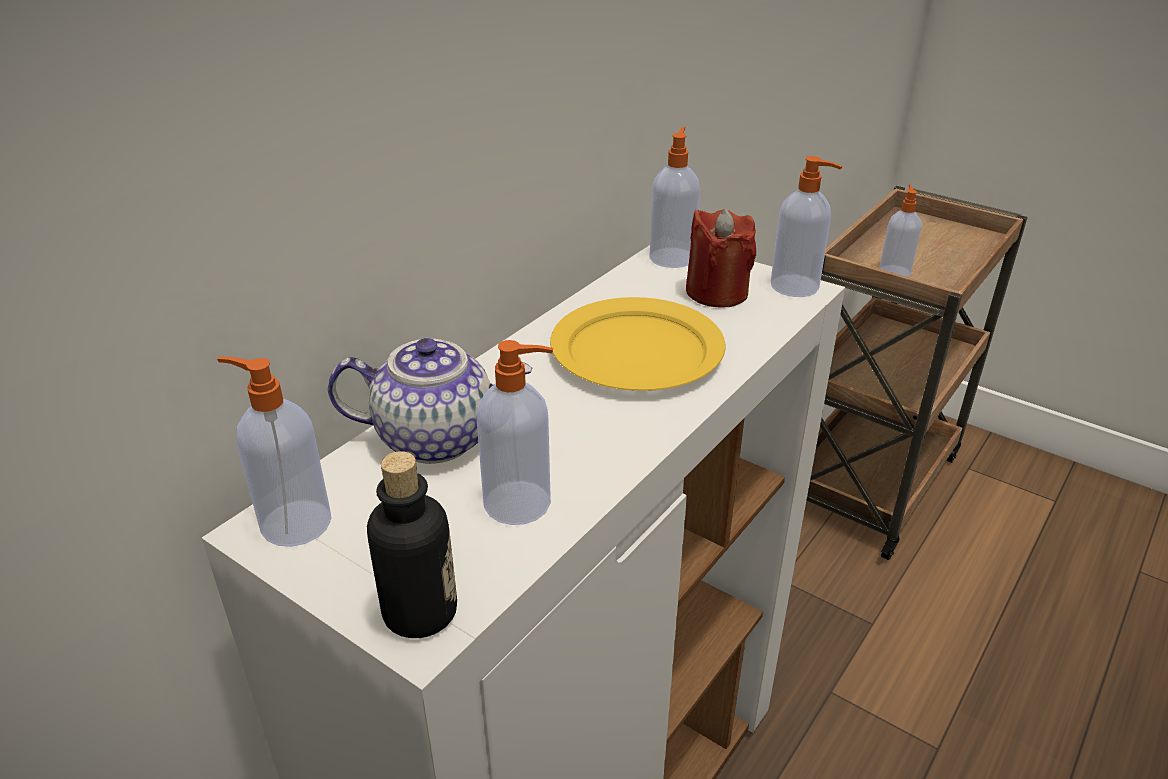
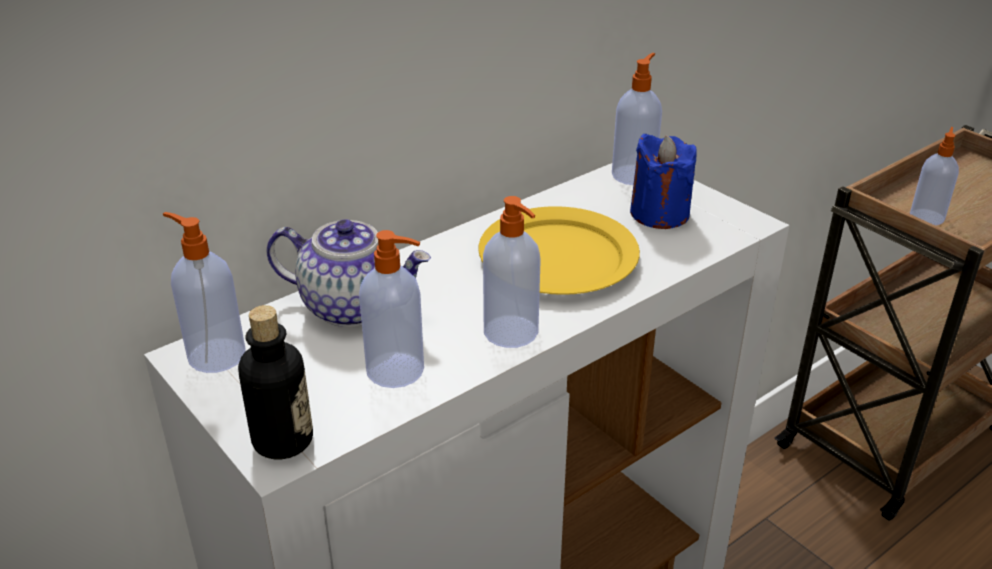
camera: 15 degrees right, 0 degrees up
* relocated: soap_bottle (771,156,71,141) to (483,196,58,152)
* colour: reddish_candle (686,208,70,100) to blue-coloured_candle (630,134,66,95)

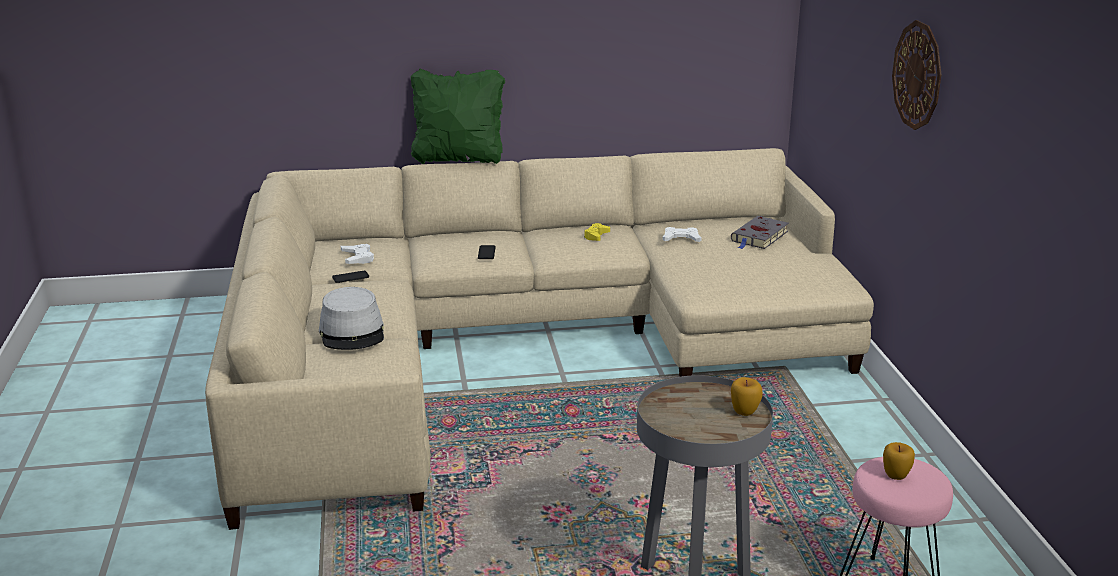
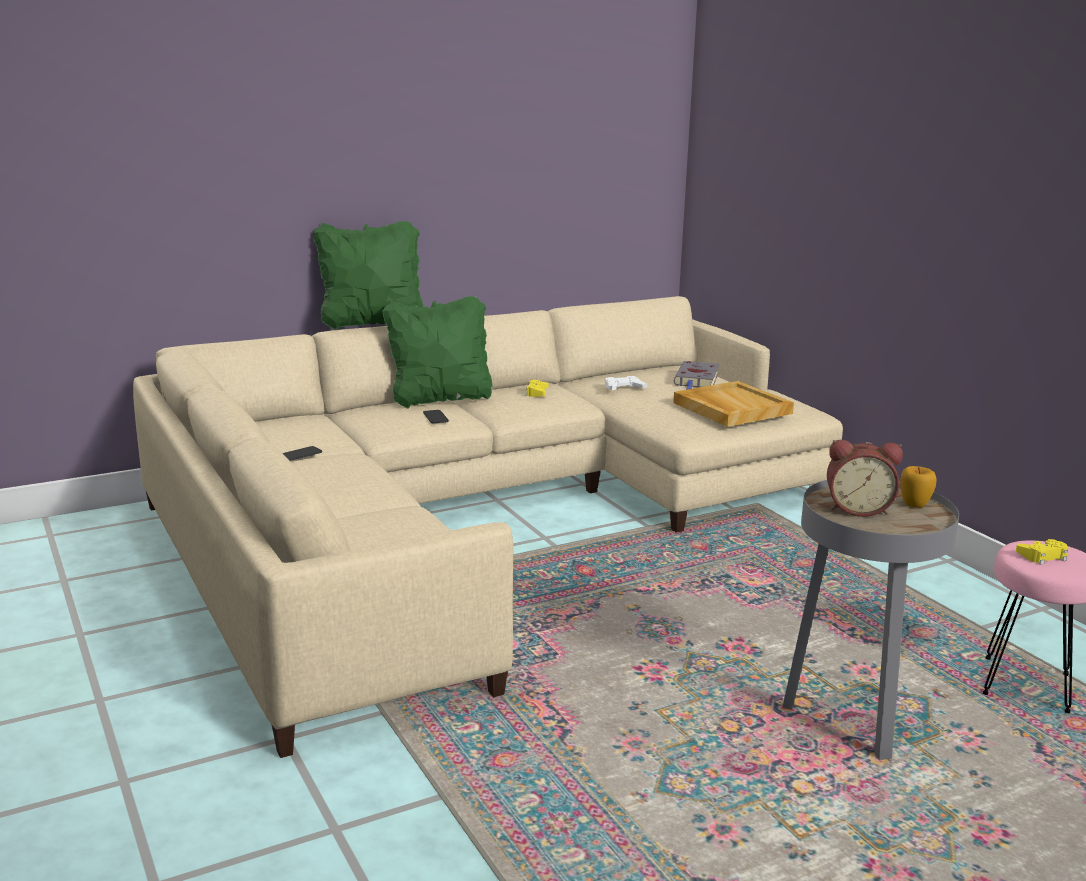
camera: 20 degrees left, 5 degrees down
* appeared: greenish_cushion (382,296,111,113)
* appeared: beige-coloured_tray (673,381,121,46)
* appeared: alarm_clock (827,440,76,77)
* exchanged: apple (883,442,32,38) to yellowish_joypad (1016,539,52,26)
* missing: grey_clothing_hat (319,287,65,63)
* missing: white_joypad (341,244,33,20)
* missing: hanging_clock (892,20,49,110)

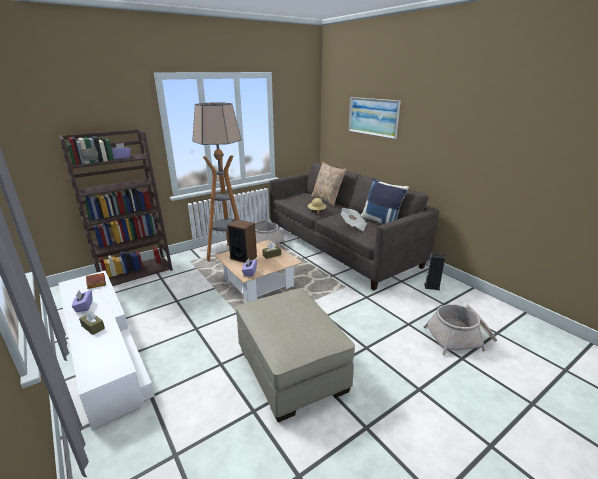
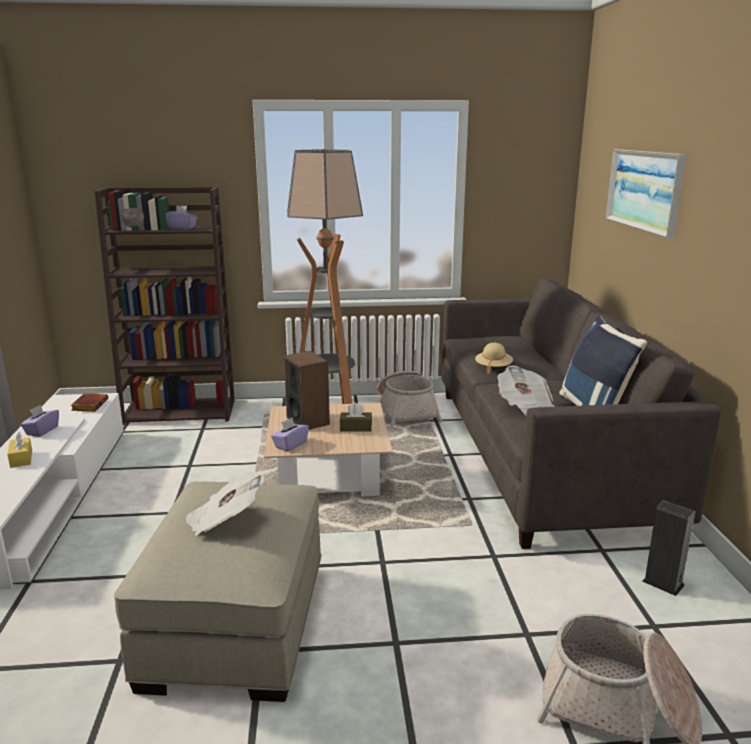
camera: 30 degrees right, 5 degrees down
* colour: brown_box_of_tissues (79,311,26,24) to yellowish_box_of_tissues (7,432,25,36)
* appeared: daily_paper (186,471,78,65)
* missing: beige-coloured_cushion (311,162,36,44)

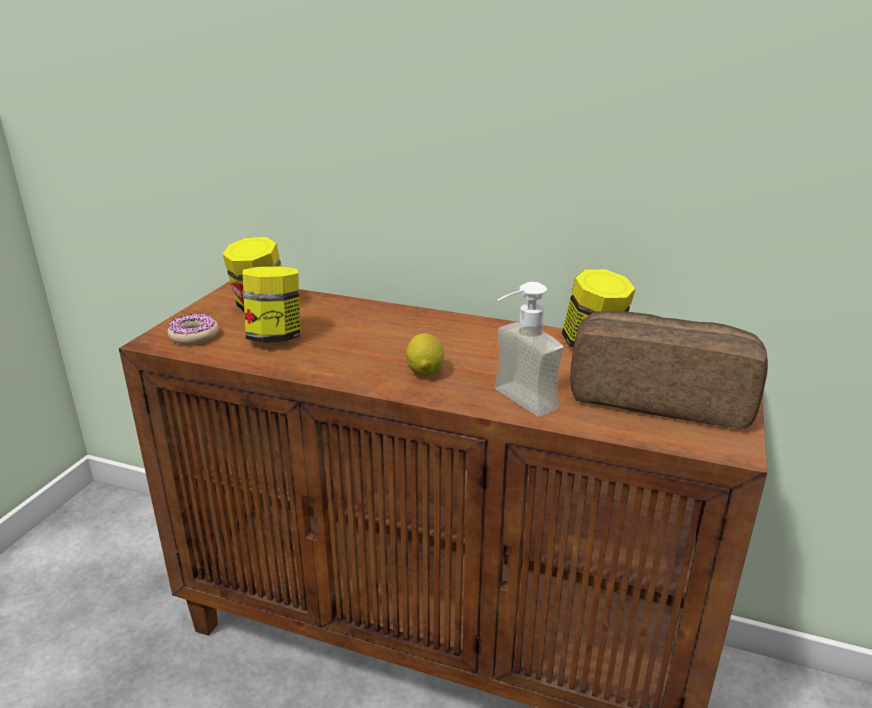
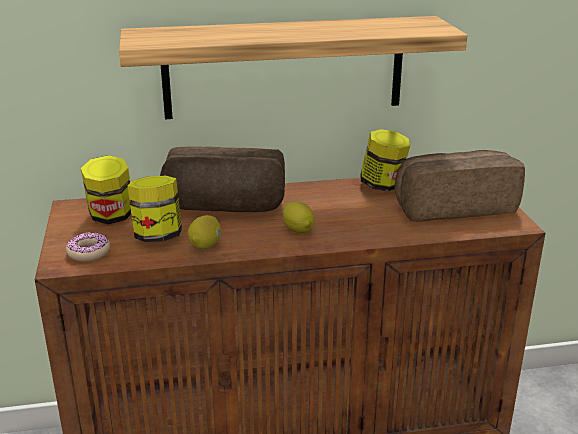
camera: 30 degrees left, 0 degrees up
* appeared: wall_shelf (119,16,348,103)
* appeared: bakery_bread (160,147,125,65)
* appeared: citrus_fruit (188,215,33,34)
* missing: soap_bottle (495,282,69,135)

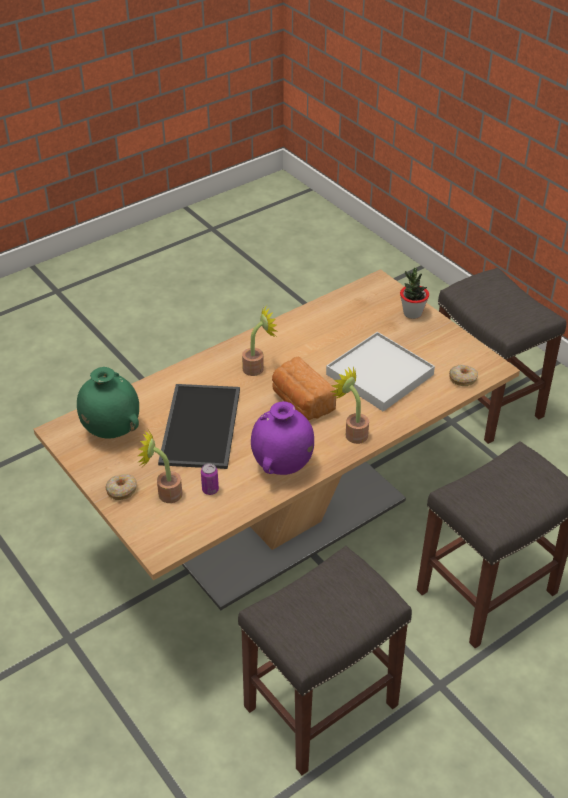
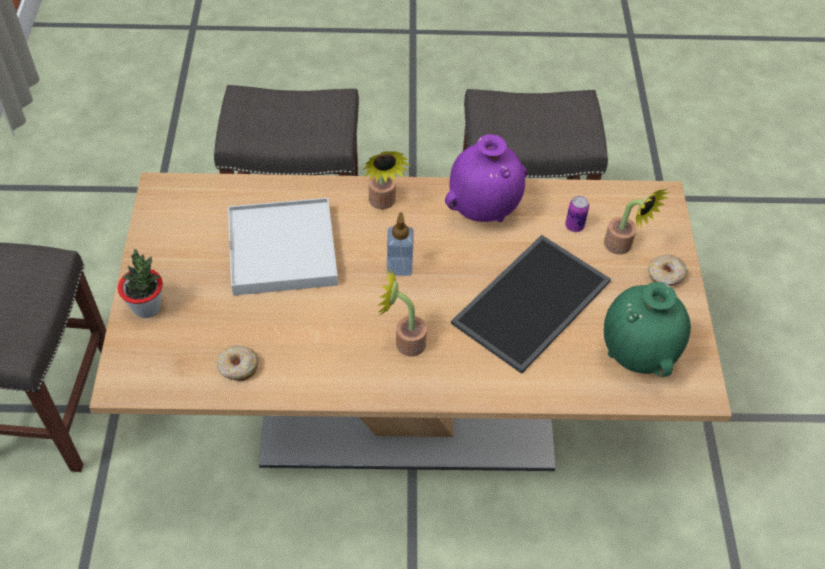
camera: 145 degrees left, 10 degrees up
* relocated: donut (449,365,29,21) to (217,345,42,36)
* exchanged: bakery_bread (272,357,64,63) to soap_bottle (387,212,27,64)

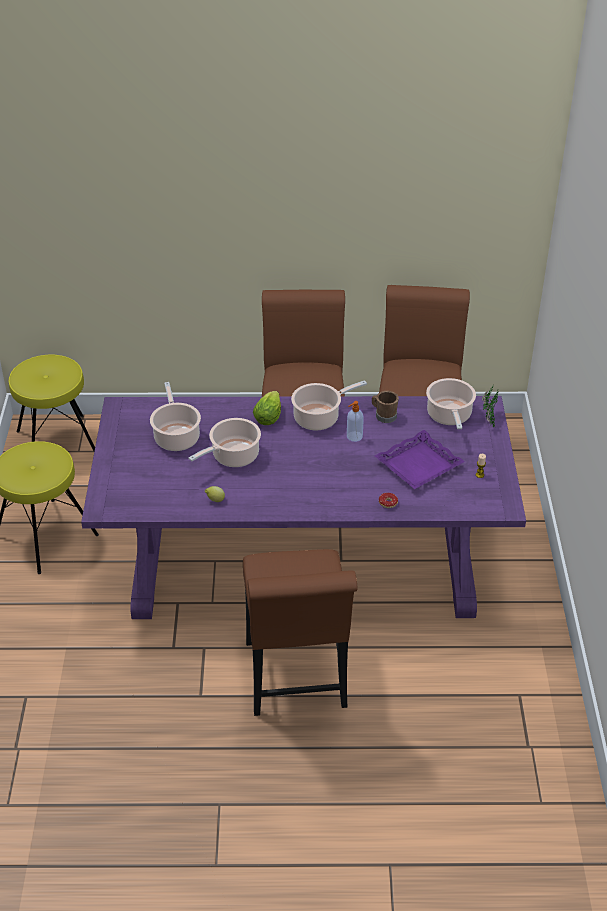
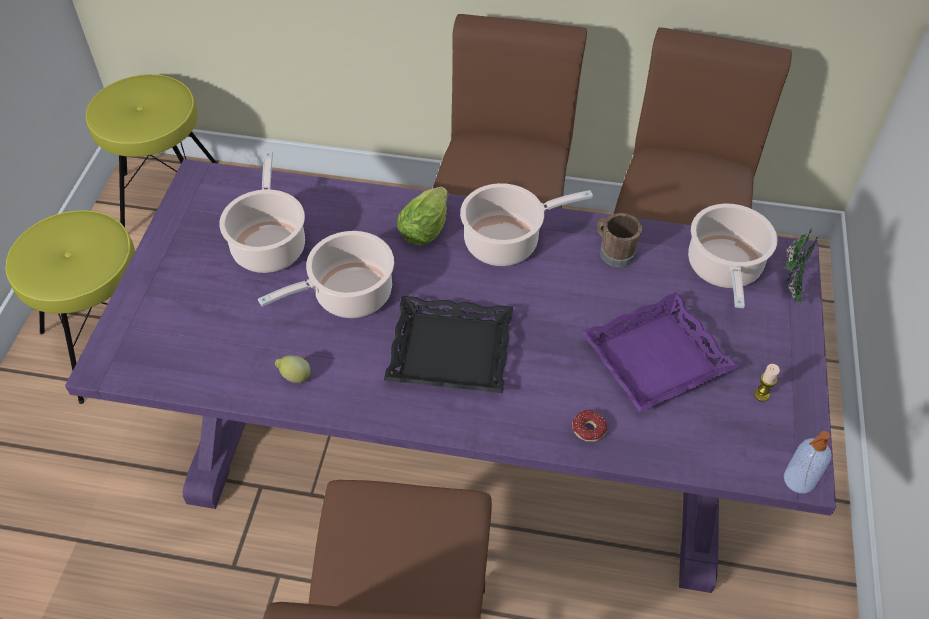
camera: 10 degrees right, 10 degrees up
* appeared: blackish_tray (384,296,129,97)
* relocated: soap_bottle (347,401,17,41) to (784,431,47,63)

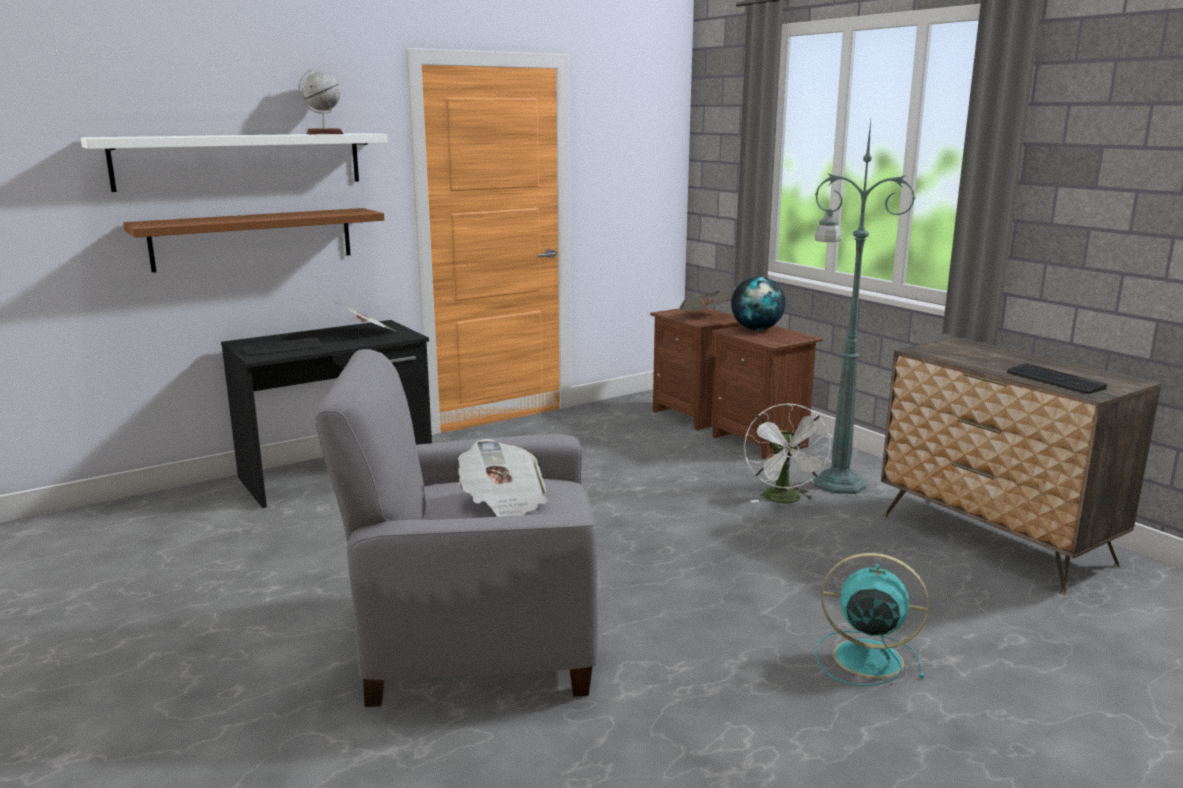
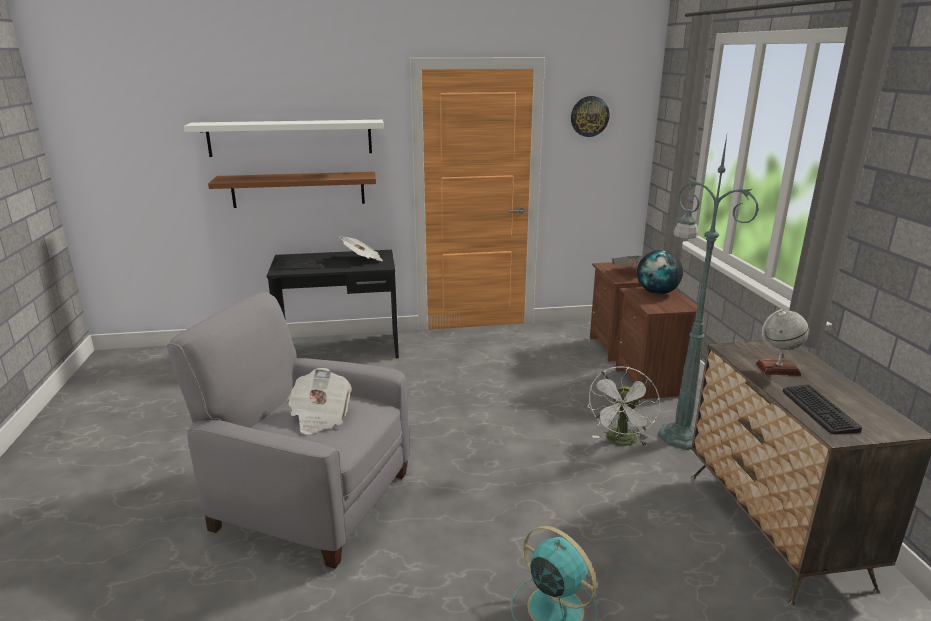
camera: 25 degrees right, 5 degrees up
* appeared: hanging_clock (571,96,39,41)
* relocated: globe (298,69,45,65) to (755,309,54,66)

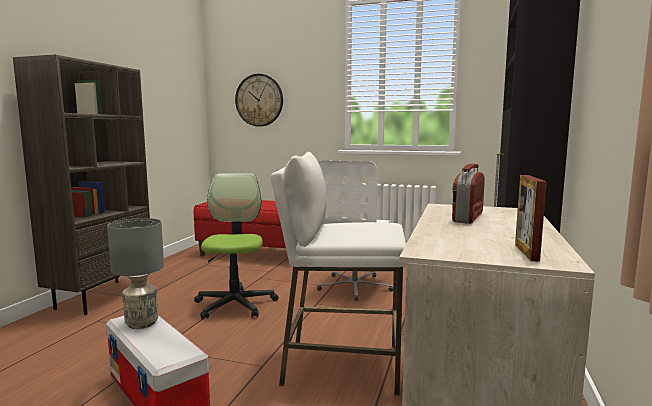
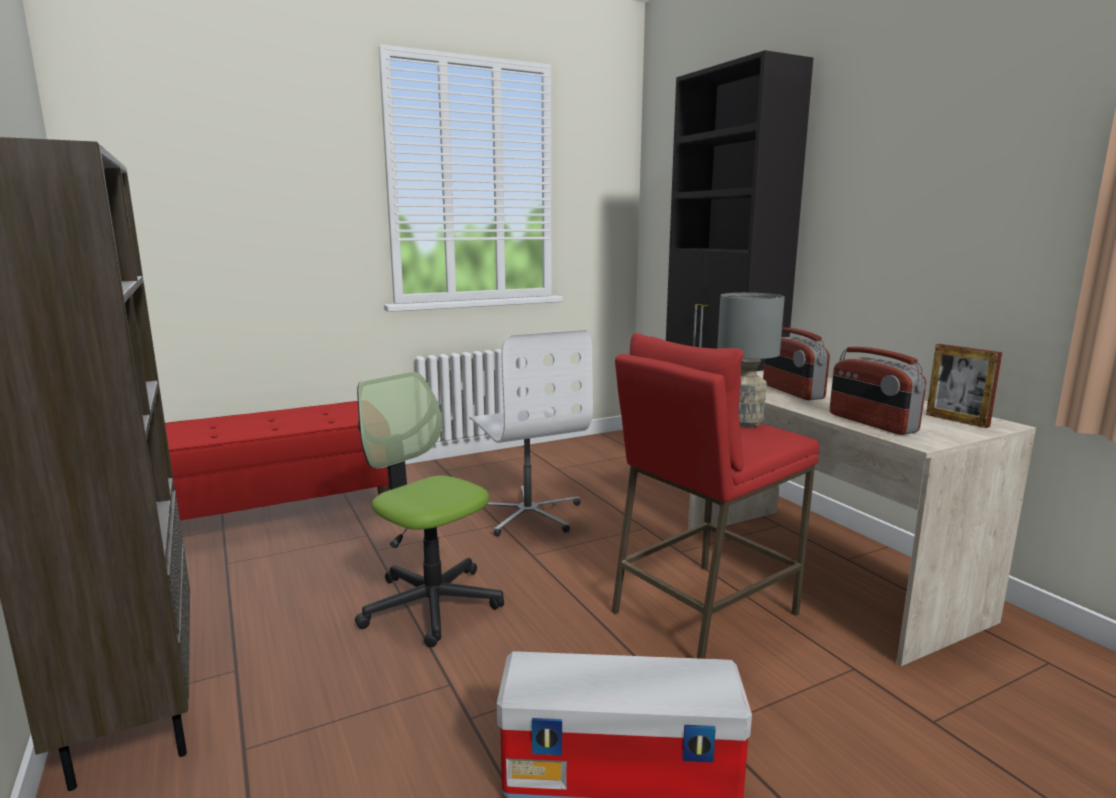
camera: 45 degrees left, 5 degrees up
* colour: white_sitting_stool (271,152,135,243) to reddish_sitting_stool (611,333,208,326)
* relocated: grey_lamp_for_a_table (107,218,57,111) to (717,293,68,134)
* appeared: radio (830,347,96,88)
* missing: hanging_clock (235,74,48,53)

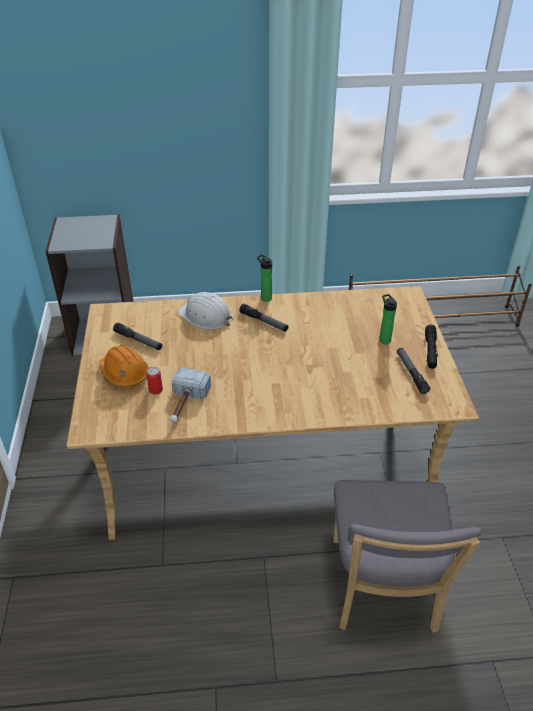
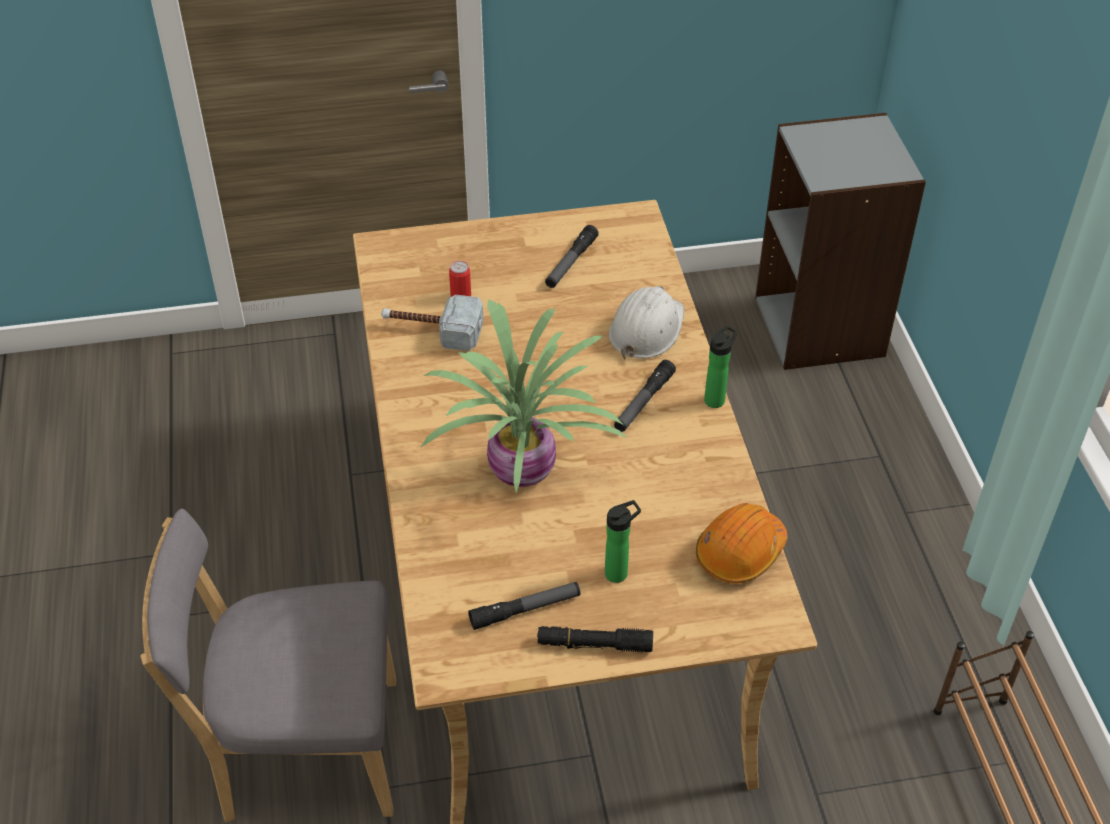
camera: 85 degrees right, 5 degrees up
* appeared: houseplant (420,299,207,194)
* relocated: orange-coloured_hard_hat (99,345,50,42) to (696,503,92,81)

